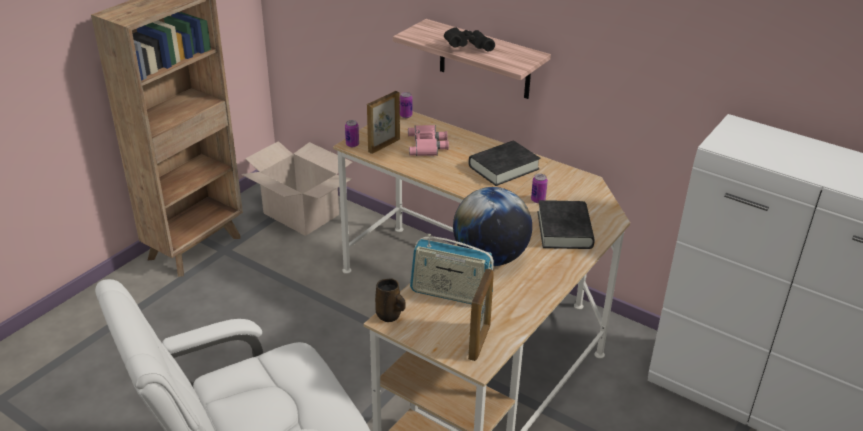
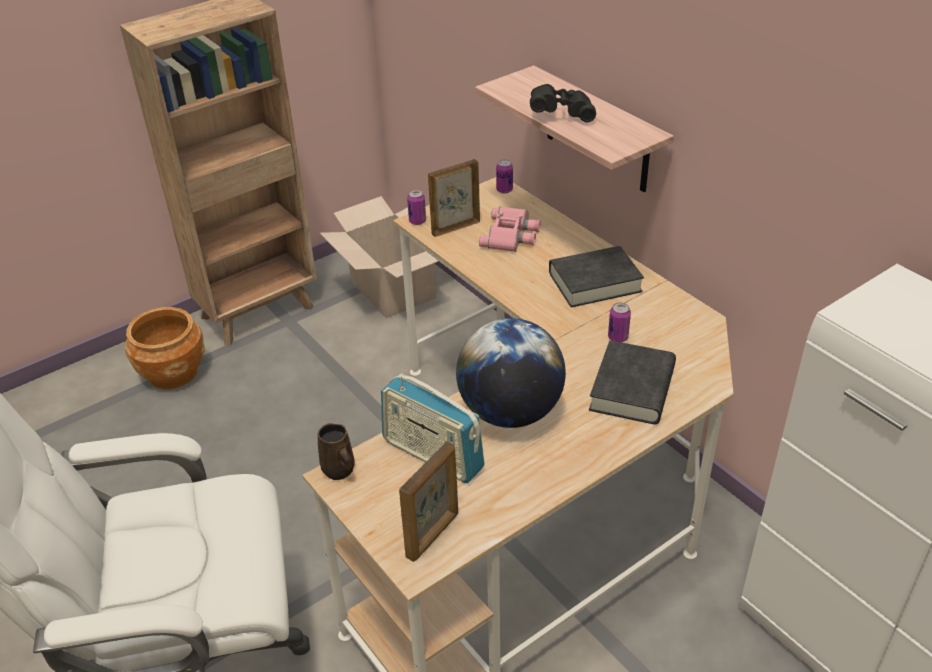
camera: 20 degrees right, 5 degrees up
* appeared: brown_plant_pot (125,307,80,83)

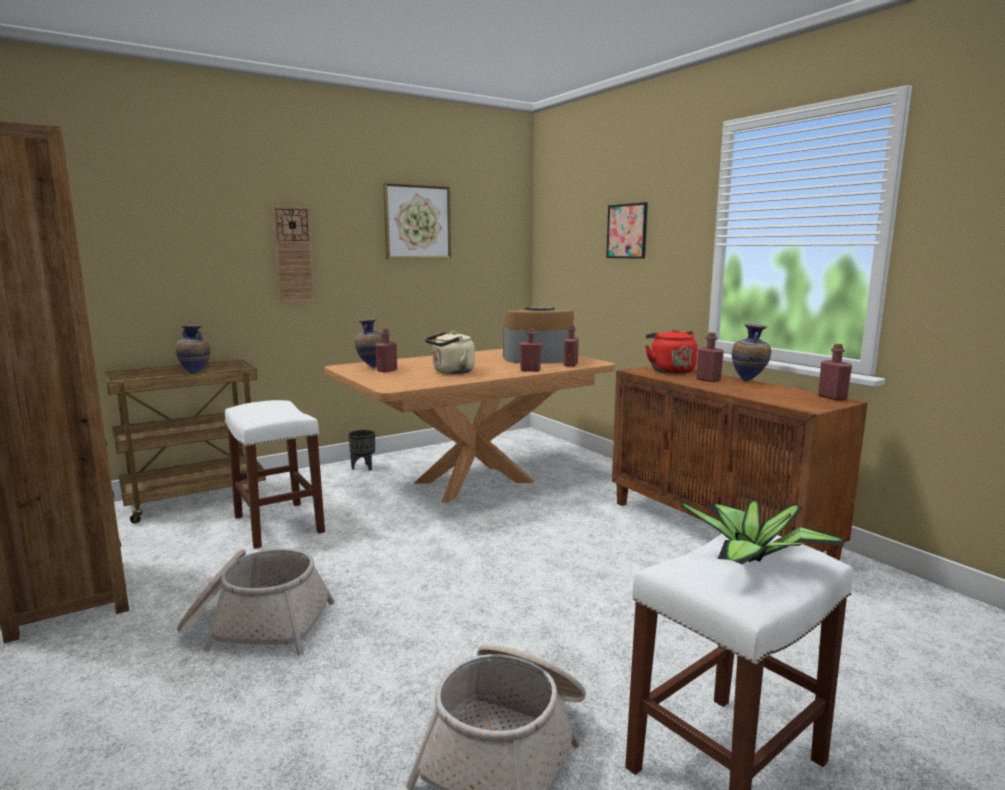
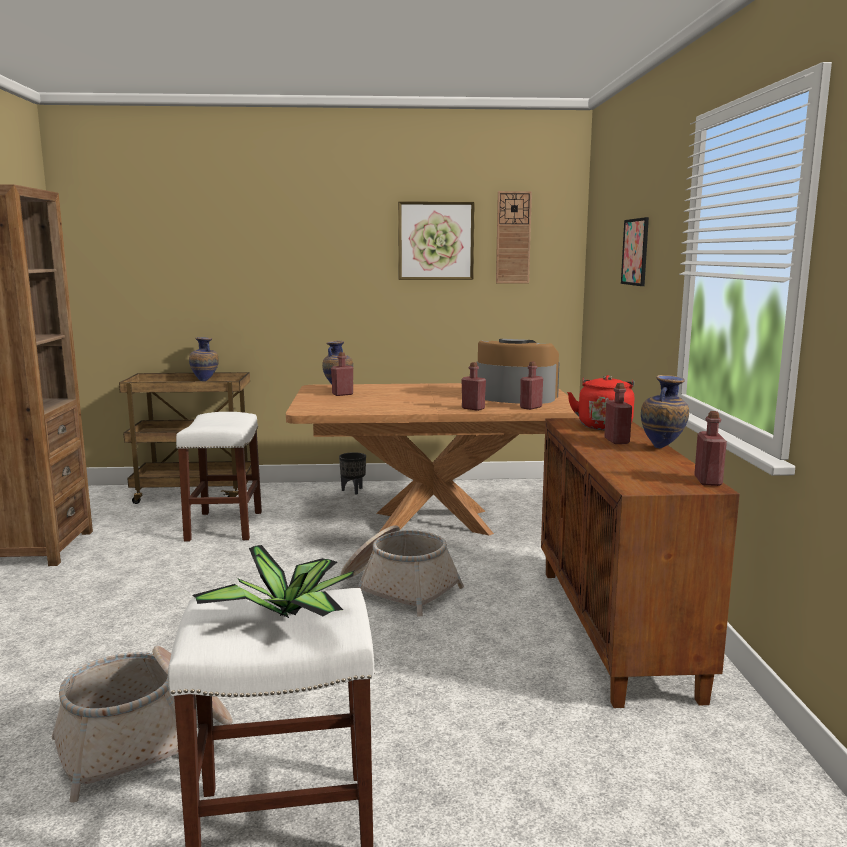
camera: 30 degrees right, 0 degrees up
* relocated: storage_basket (177,549,158,107) to (340,525,124,92)
* relocated: hanging_clock (273,206,42,97) to (496,191,36,92)
* missing: beige-coloured_water_kettle (425,331,50,43)

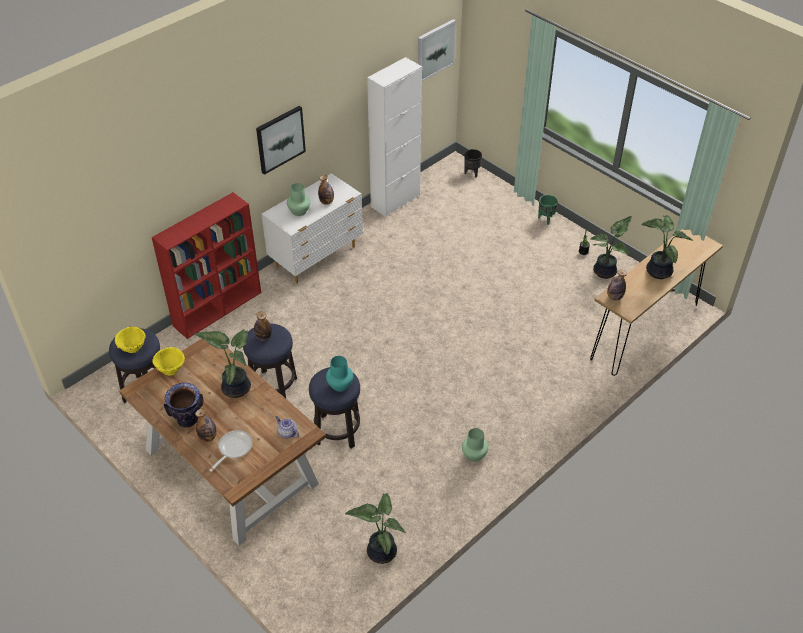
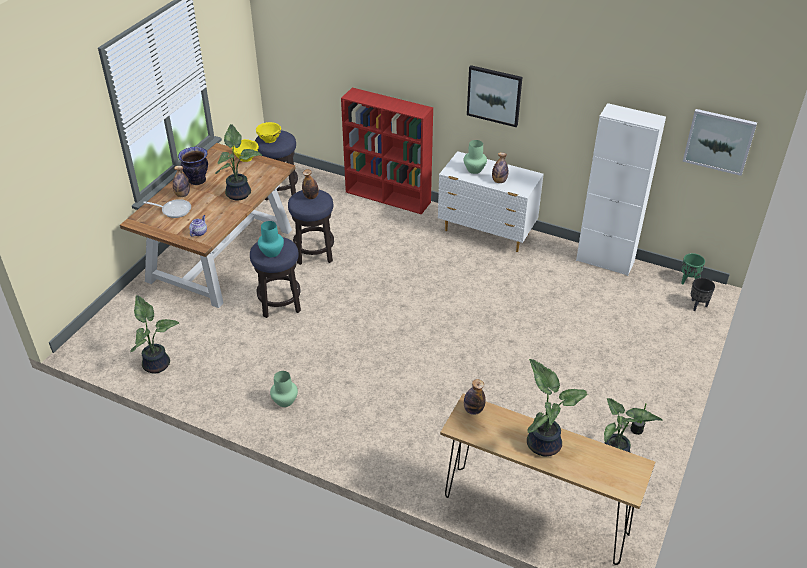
camera: 70 degrees right, 5 degrees down
* relocated: greenish_plant_pot (538,195,20,30) to (681,253,24,31)

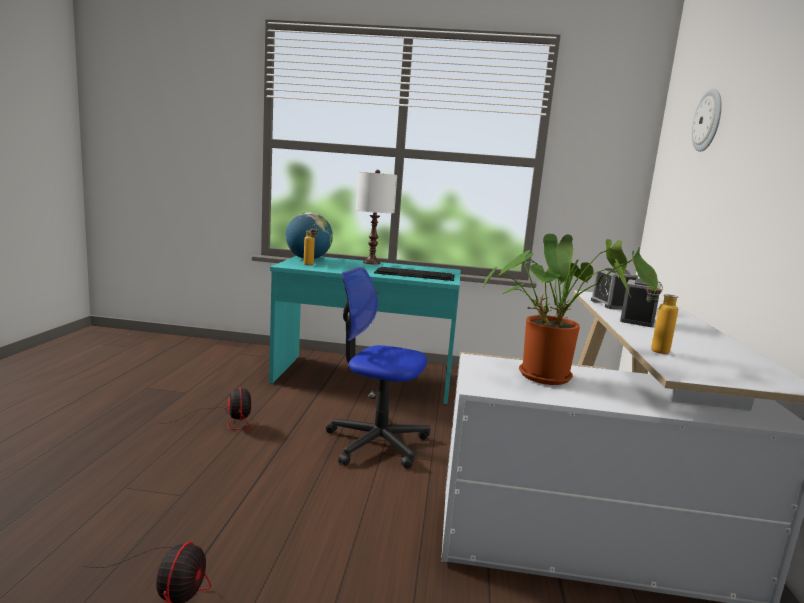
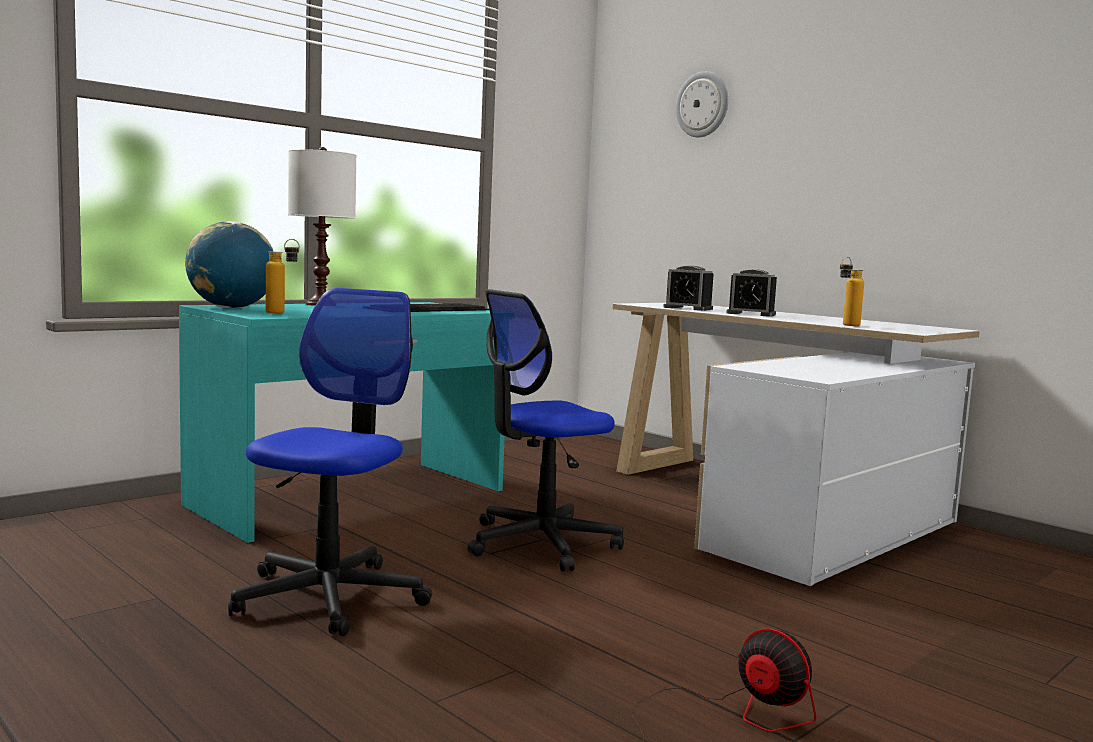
camera: 50 degrees left, 5 degrees down
* exchanged: cooling_fan (159,387,93,43) to computer_chair (228,288,204,348)
* spun: alarm_clock (620,278,41,49) = (726,269,51,48) 45 degrees counterclockwise
* missing: houseplant (482,234,176,151)

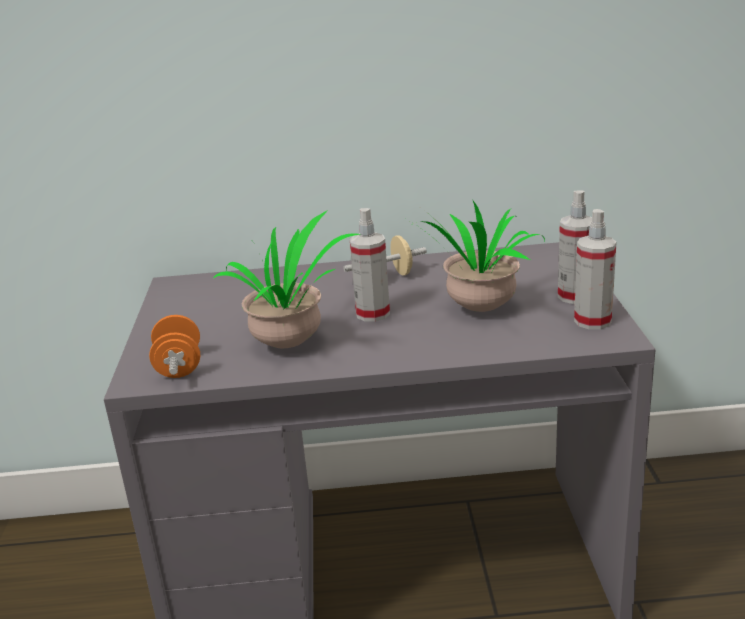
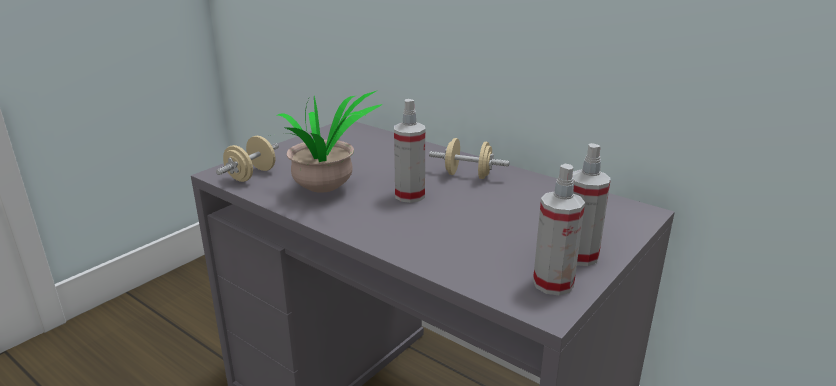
camera: 40 degrees right, 0 degrees up
* colour: orange-coloured_hand_weight (149,315,51,63) to beige-coloured_hand_weight (216,136,63,46)
* missing: houseplant (410,199,135,113)

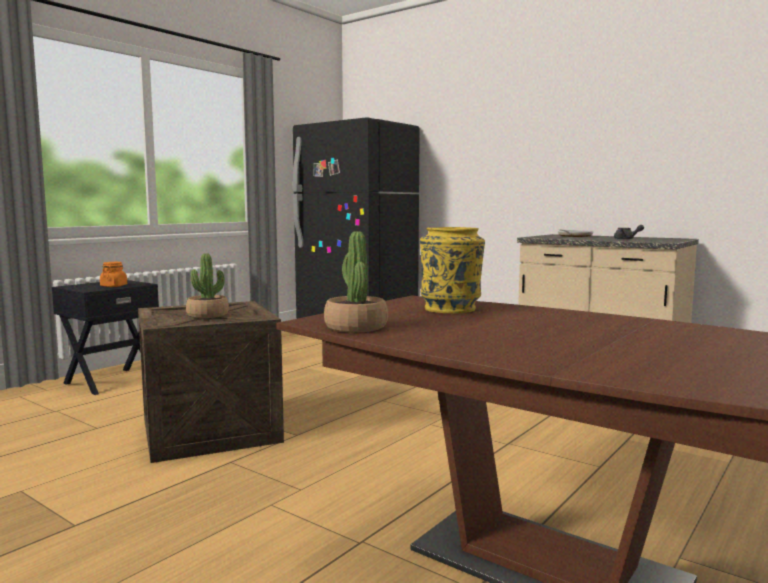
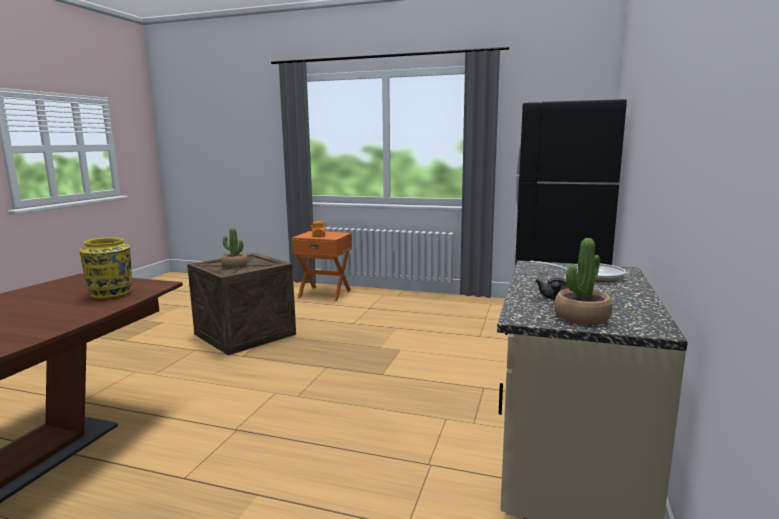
camera: 70 degrees right, 5 degrees up
* colour: blackish_bedside_table (52,280,107,115) to orange-coloured_bedside_table (292,231,60,70)
* relocated: houseplant (324,231,64,102) to (554,238,58,87)

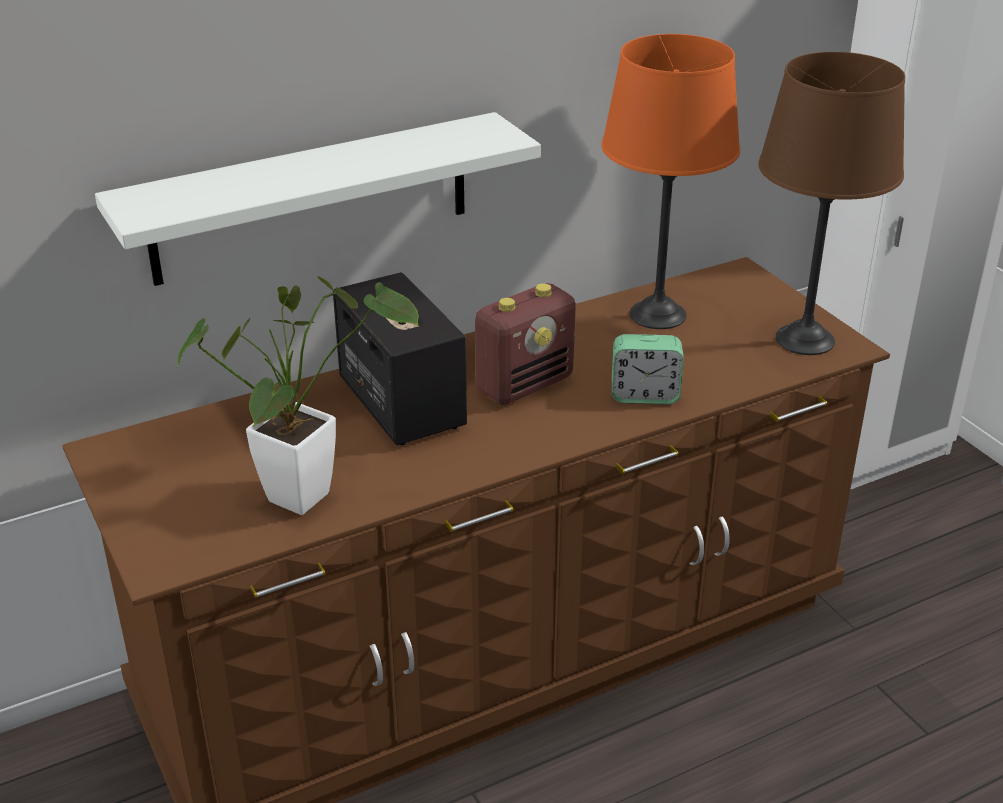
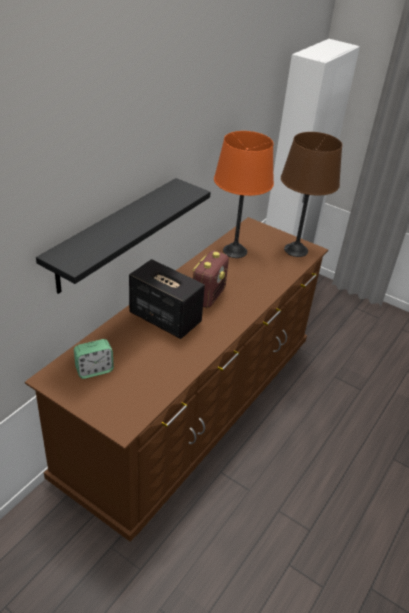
camera: 30 degrees left, 5 degrees up
* colour: white_wall_shelf (95,112,446,174) to blackish_wall_shelf (36,178,175,116)
* relocated: alarm_clock (612,334,72,70) to (74,339,40,40)
* missing: houseplant (176,276,243,239)

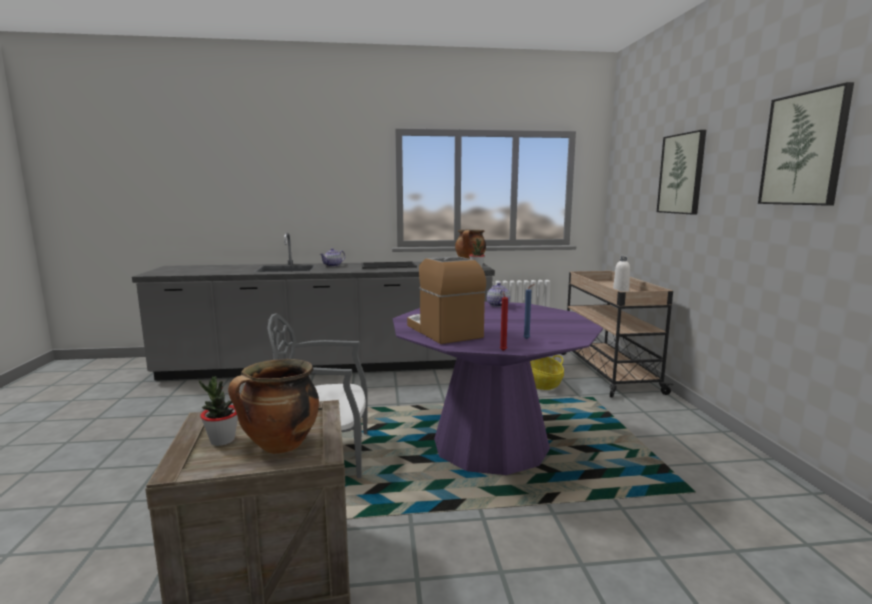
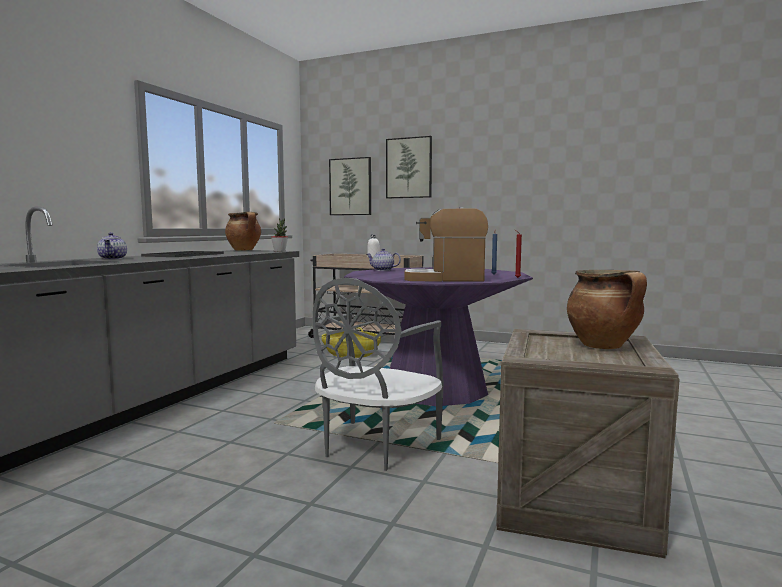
camera: 60 degrees left, 5 degrees down
* relocated: wall_art (758,82,96,124) to (329,157,42,58)
* missing: houseplant (199,376,39,70)

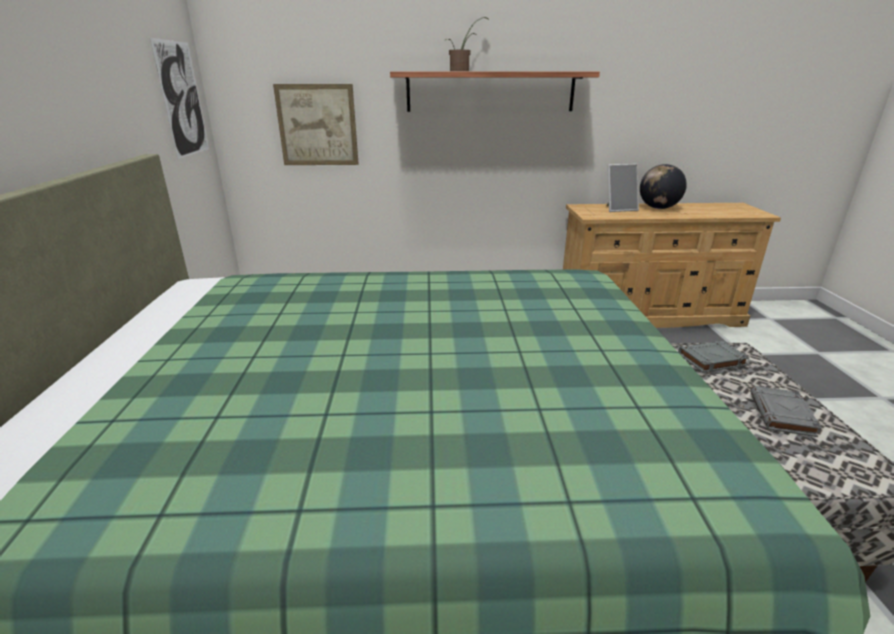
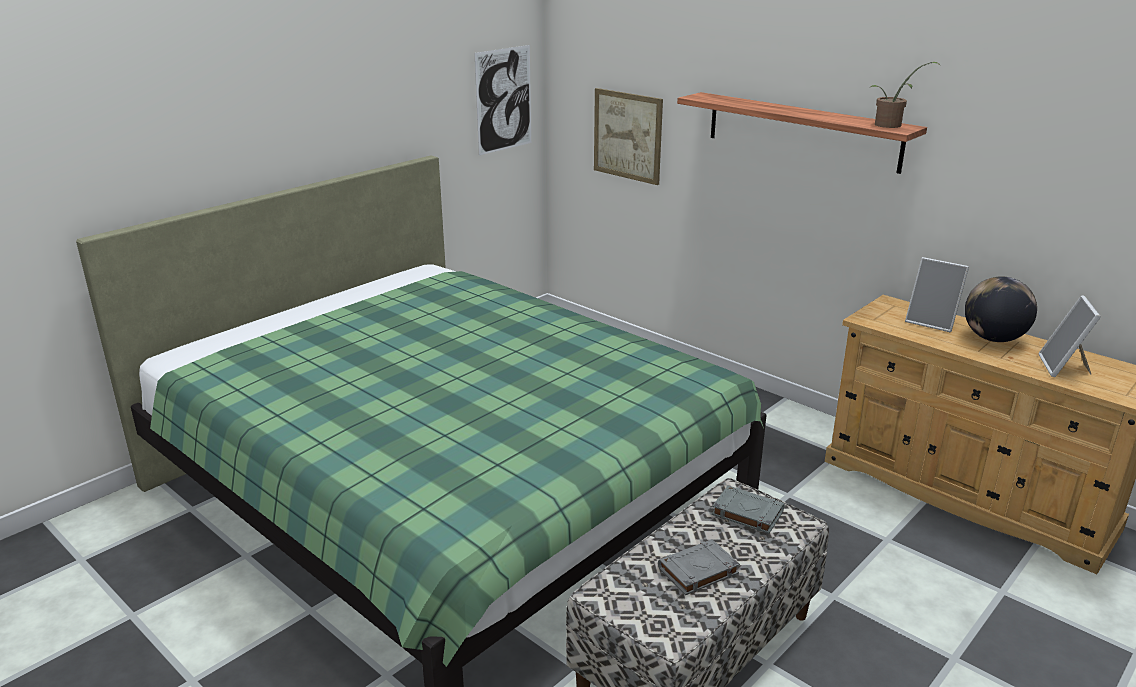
camera: 45 degrees right, 0 degrees up
* relocated: houseplant (445,17,44,54) to (871,62,70,66)
* appeared: standing_frame (1038,295,63,82)

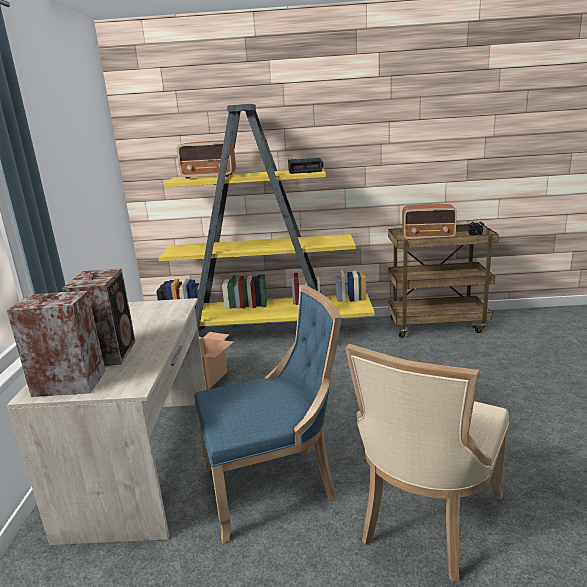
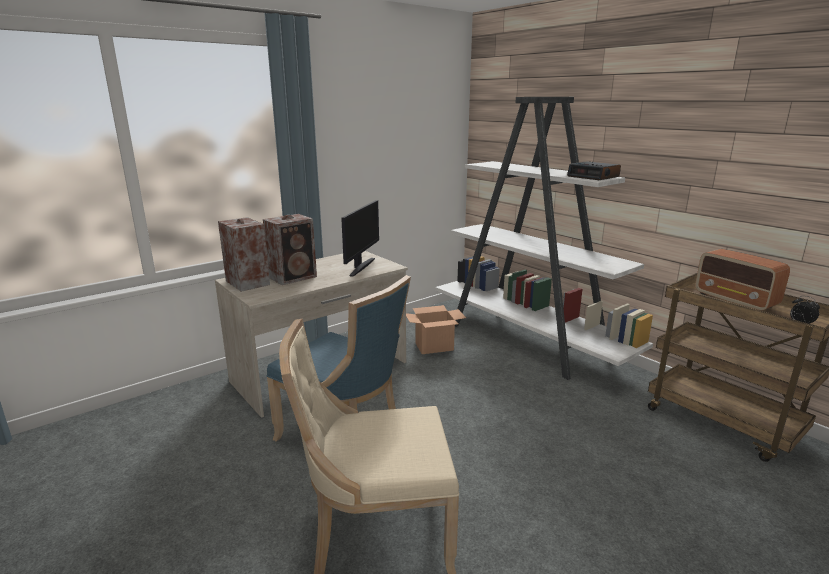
camera: 50 degrees right, 0 degrees up
* appeared: computer_display (341,200,38,77)
* colour: yellowish_shelving_unit (156,104,219,228) to white_shelving_unit (435,97,218,283)
* missing: radio (177,140,59,39)

